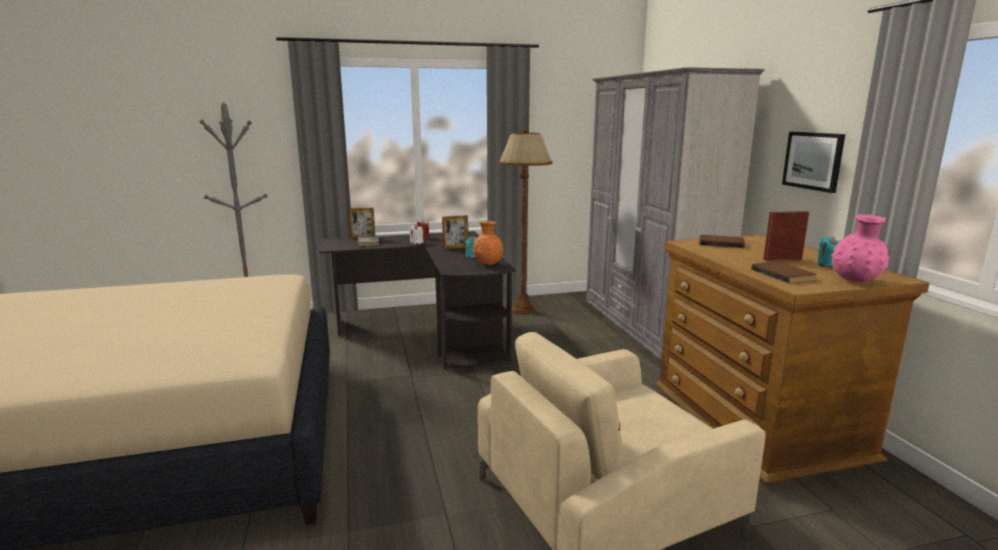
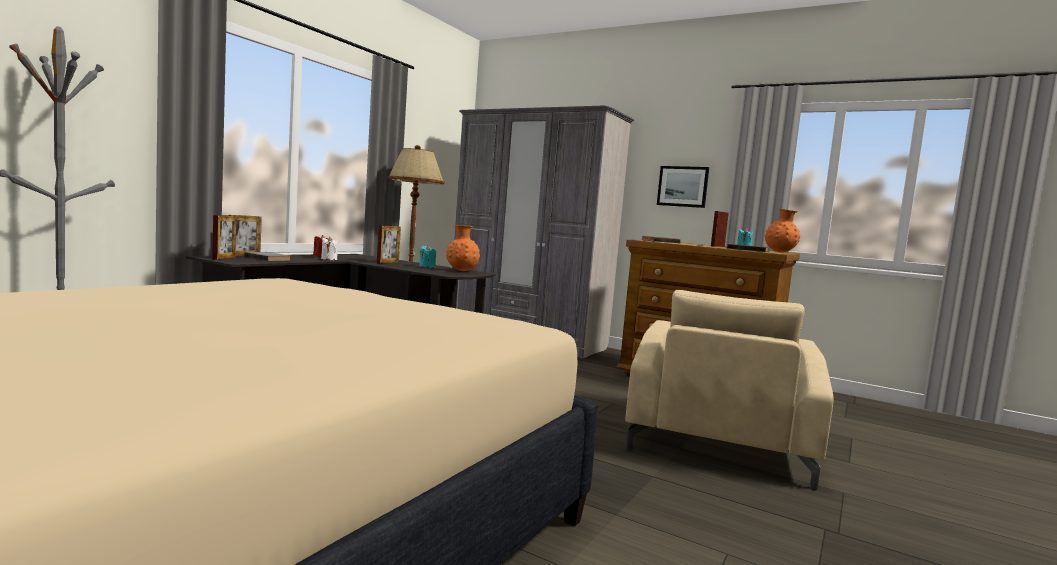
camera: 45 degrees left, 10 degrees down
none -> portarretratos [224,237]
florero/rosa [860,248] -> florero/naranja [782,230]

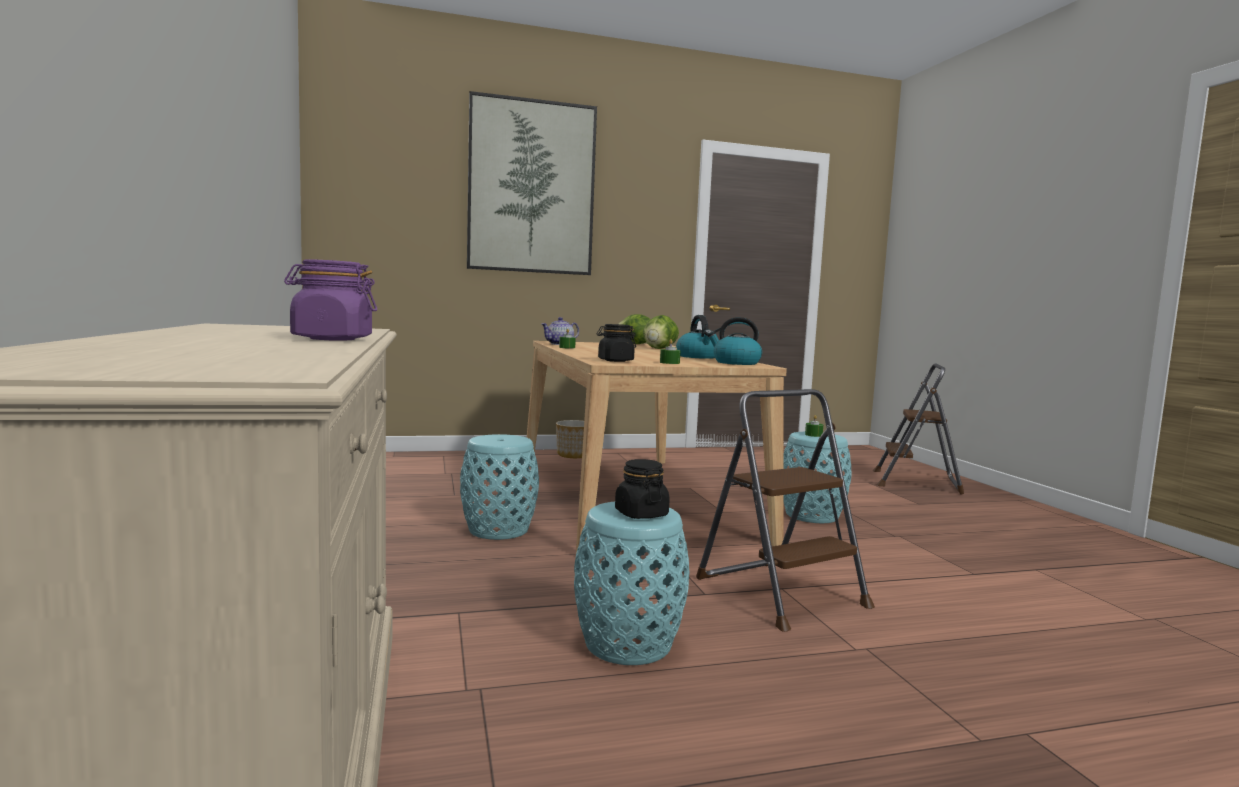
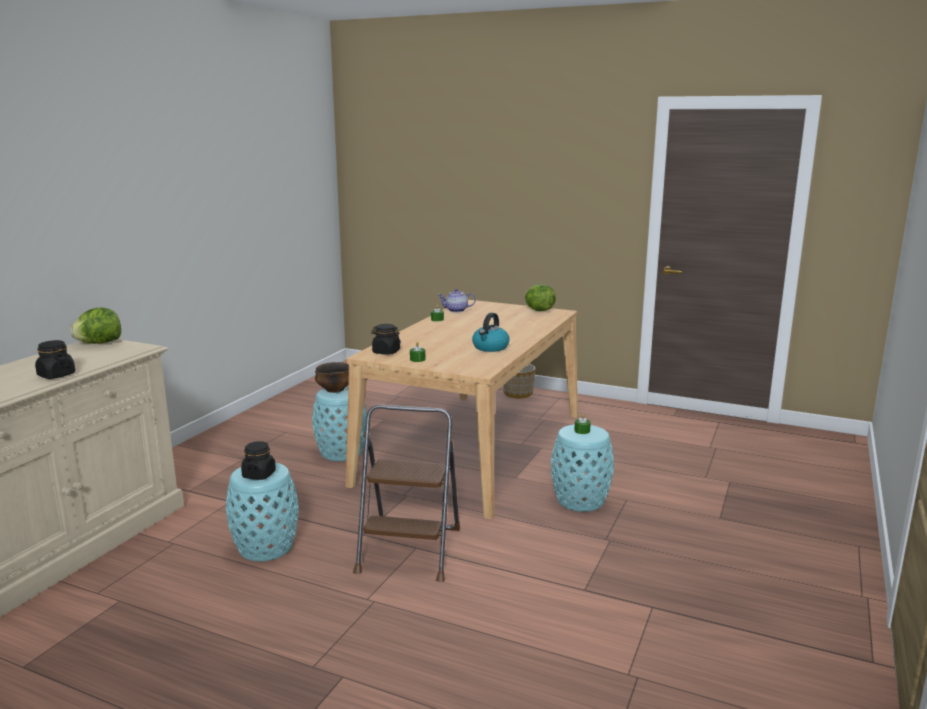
camera: 40 degrees right, 10 degrees up
cuadro [532,183] -> none
hervidor [734,341] -> none
escalera de tijera/marrón [918,428] -> none
none -> cuenco [332,377]
lechuga [661,332] -> lechuga [95,325], shifted
tarro/morado [330,299] -> tarro/negro [55,359]

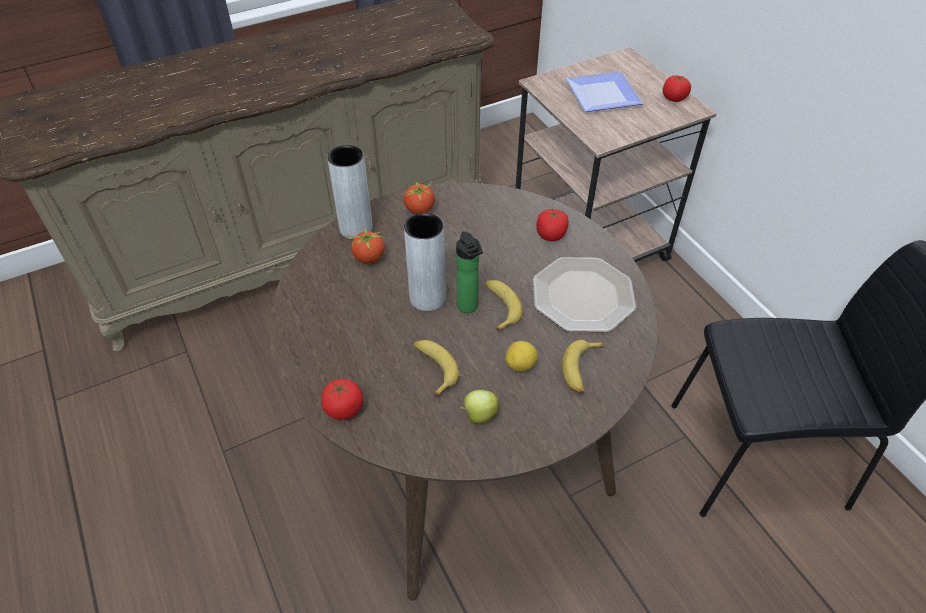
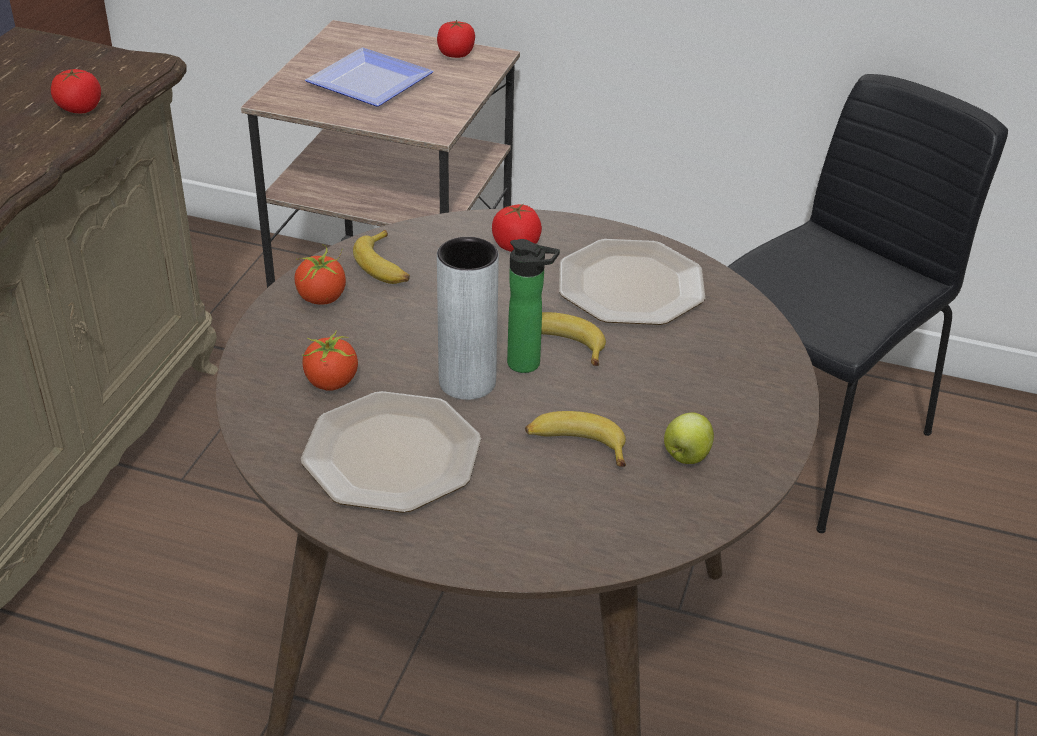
camera: 45 degrees left, 10 degrees down
florero/gris [350,192] -> none
limón [521,356] -> none
none -> plato [391,452]
tomate [342,399] -> tomate [76,91], shifted
plátano [583,367] -> plátano [381,257], shifted

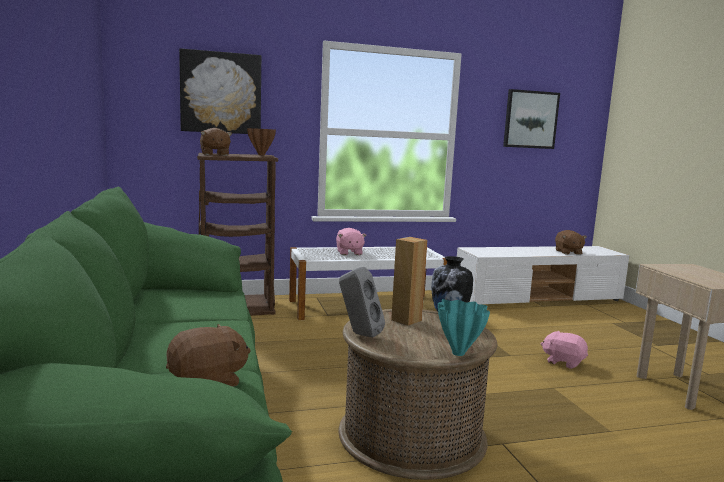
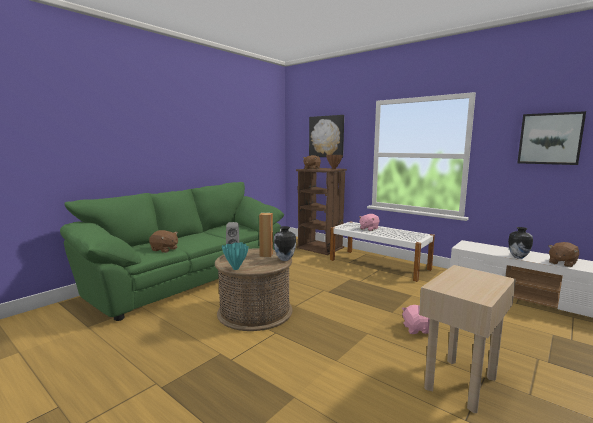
camera: 55 degrees right, 0 degrees up
none -> florero [520,243]

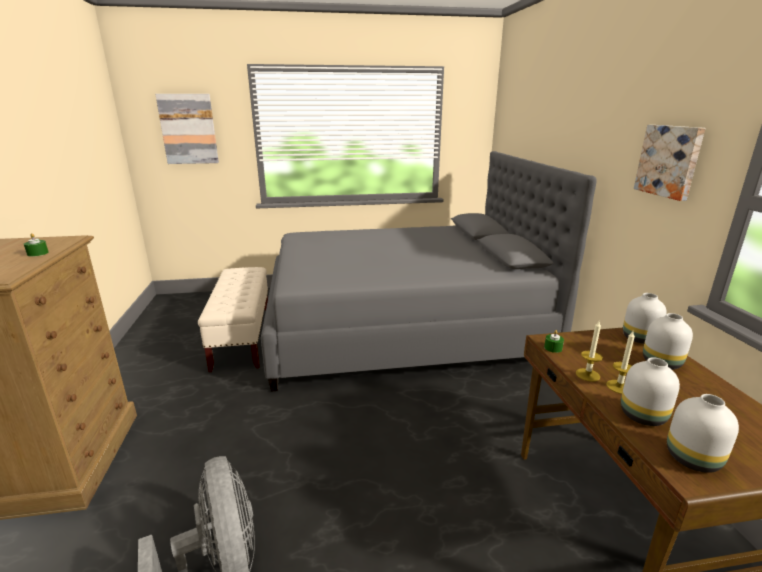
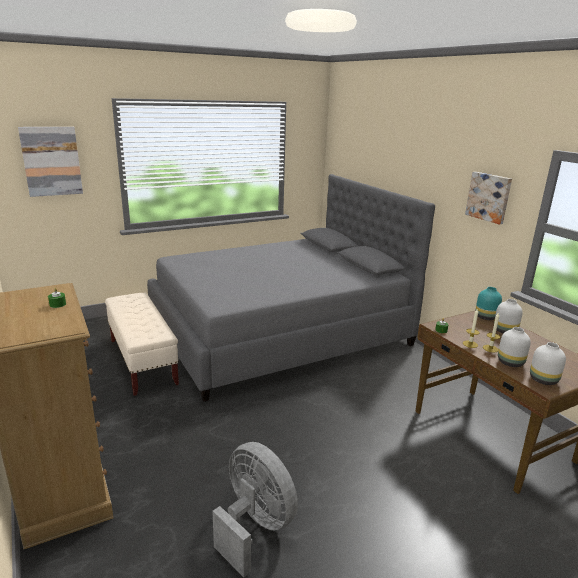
camera: 20 degrees left, 0 degrees up
florero/blanco [645,318] -> florero/turquesa [488,303]

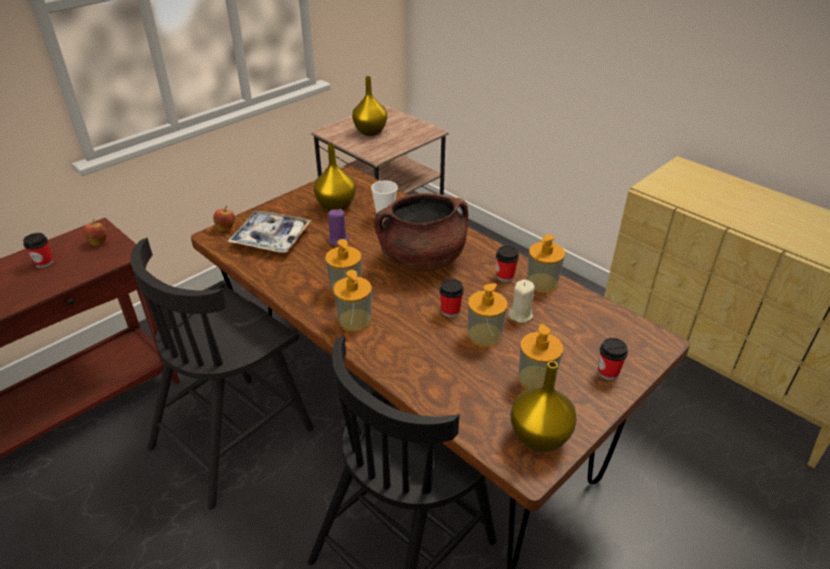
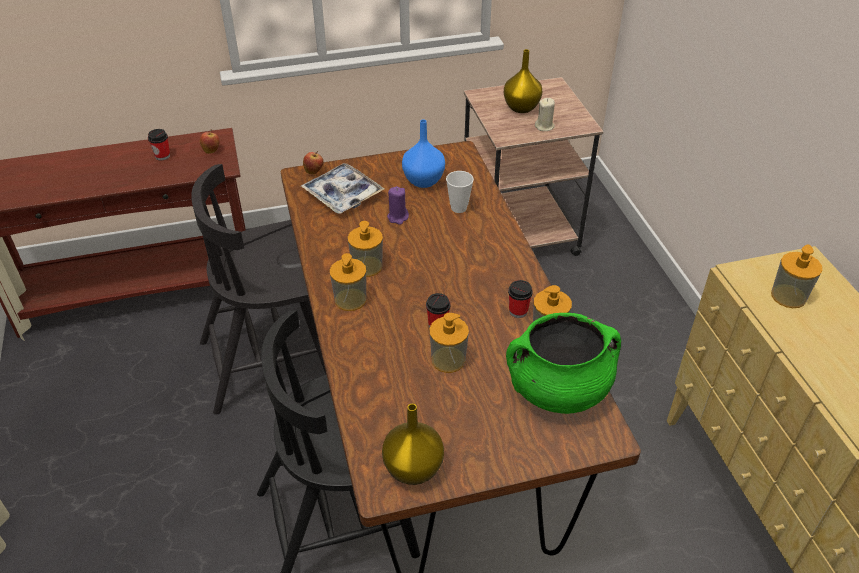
camera: 30 degrees right, 5 degrees up
olla/marrón [421,232] -> none
taza [613,359] -> none
none -> olla/verde [563,363]
vela/beis [521,301] -> vela/beis [545,114], shifted
dispensador de jabón [541,357] -> dispensador de jabón [796,276], shifted
florero/amarillo [334,177] -> florero/azul [423,153]

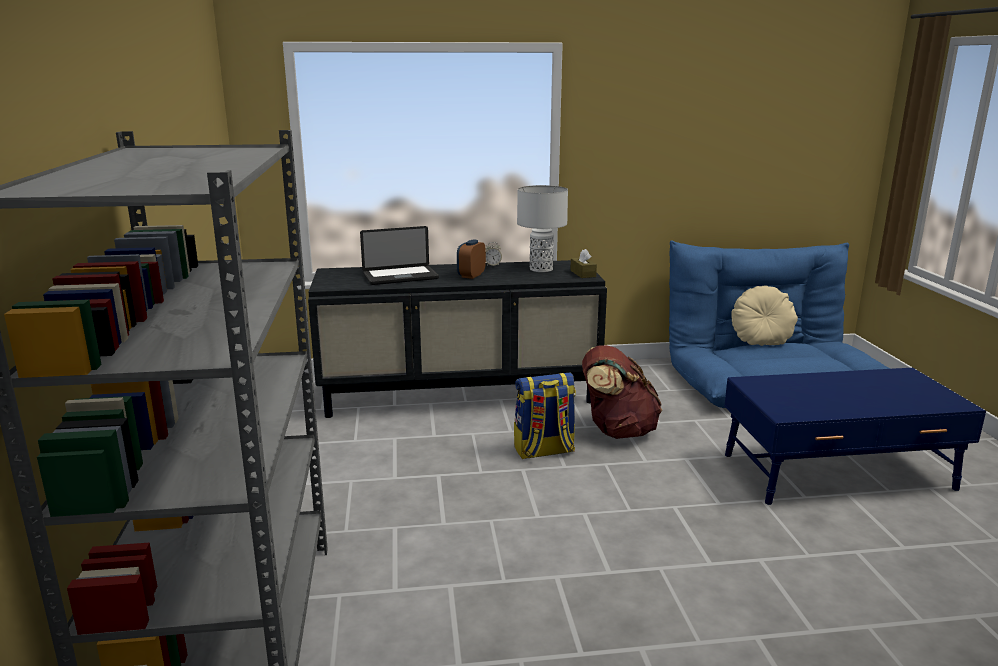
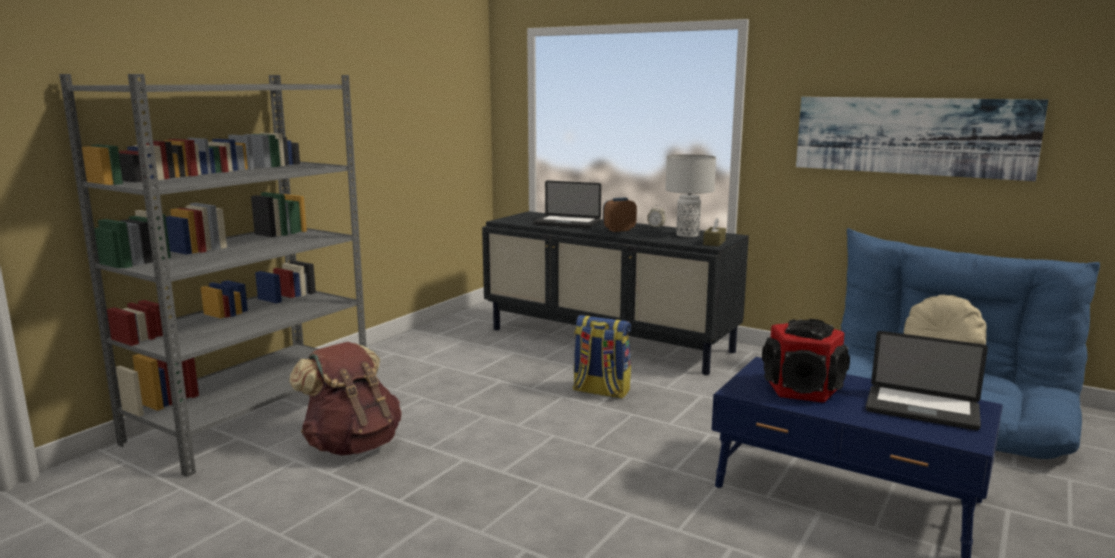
camera: 40 degrees right, 5 degrees down
none -> altavoz [806,361]
none -> cuadro [922,139]
none -> portátil [927,380]
mochila/marrón [622,392] -> mochila/marrón [345,399], shifted

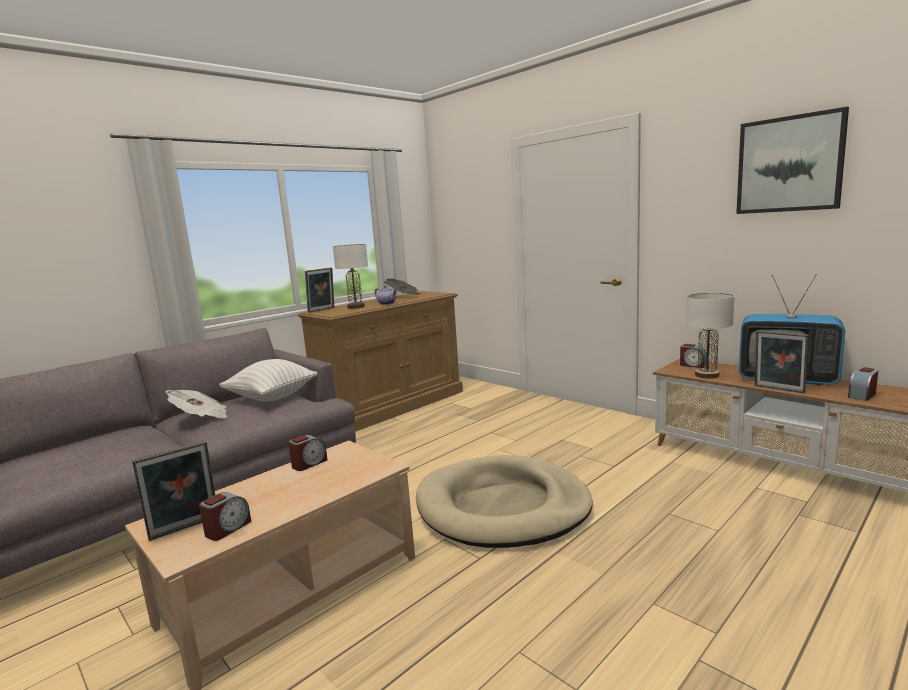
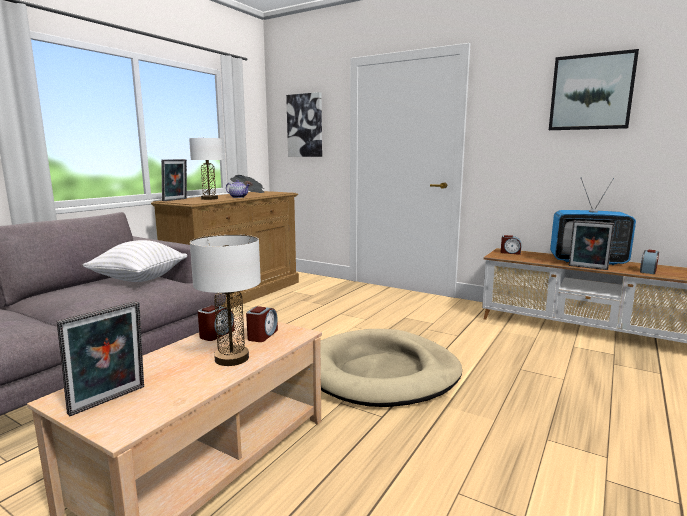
camera: 15 degrees left, 0 degrees up
periódico [196,404] -> none
none -> cuadro [304,124]
despertador [225,516] -> despertador [262,324], shifted
lámpara de mesa [710,336] -> lámpara de mesa [225,300], shifted

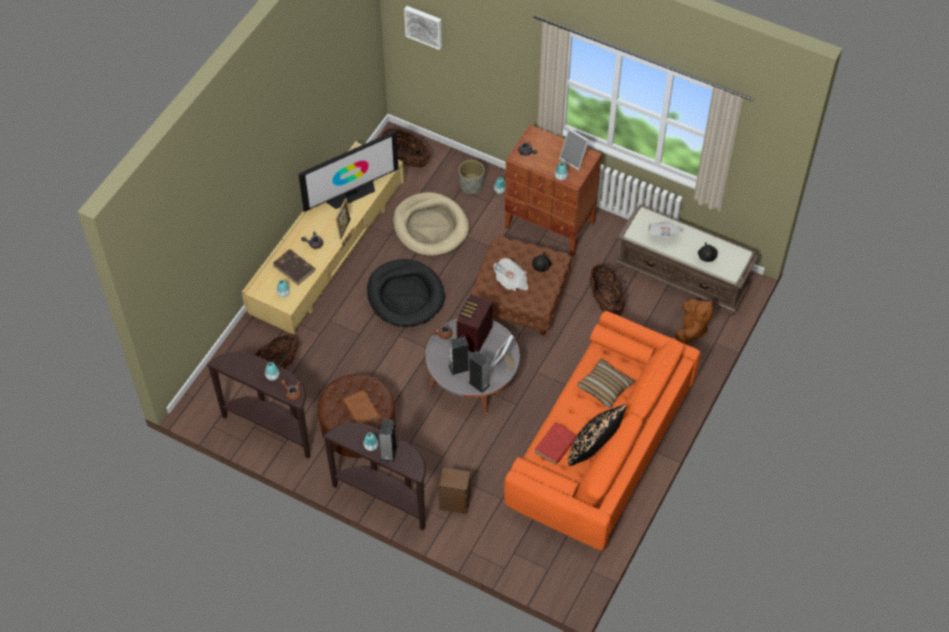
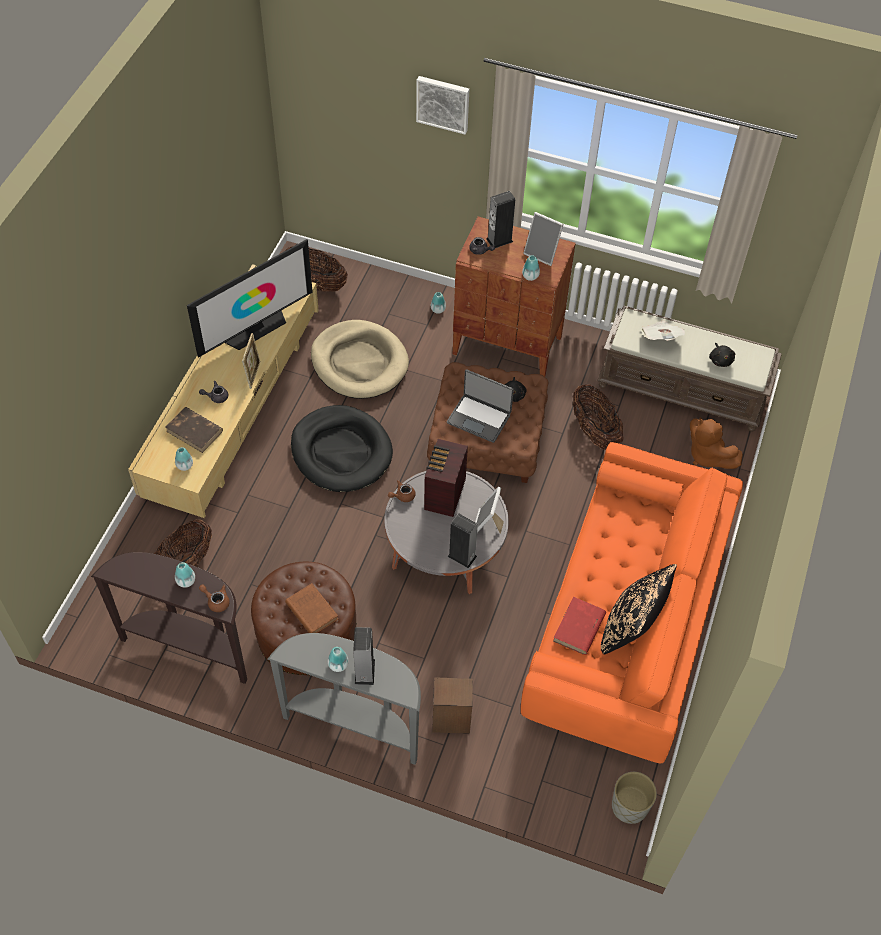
camera: 10 degrees left, 0 degrees up
cojín [606,383] -> none
cuadro [423,28] -> cuadro [442,105], shifted
altavoz [459,355] -> altavoz [500,219], shifted
maceta/gris [472,177] -> maceta/gris [634,798], shifted
periódico [510,274] -> portátil [480,406]
mesa consola/marrón [374,476] -> mesa consola/gris [344,699]
peluche/marrón [694,321] -> peluche/marrón [716,443], 135 degrees clockwise

